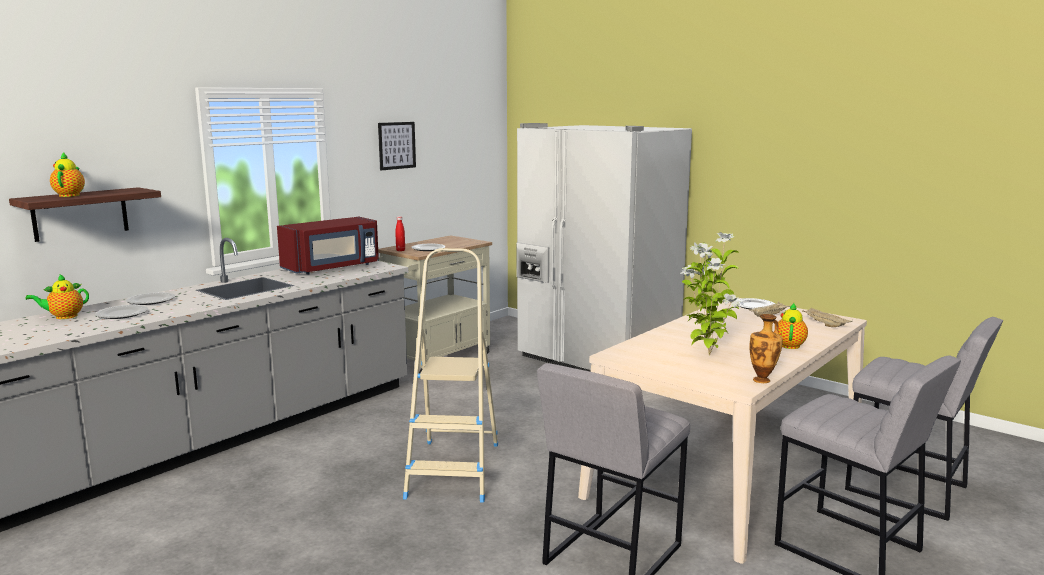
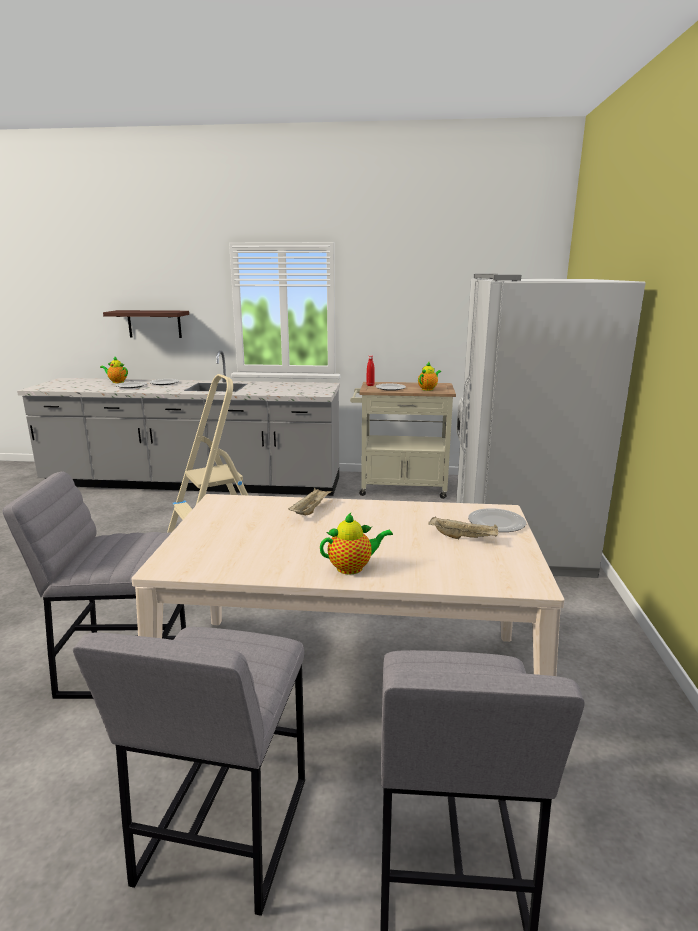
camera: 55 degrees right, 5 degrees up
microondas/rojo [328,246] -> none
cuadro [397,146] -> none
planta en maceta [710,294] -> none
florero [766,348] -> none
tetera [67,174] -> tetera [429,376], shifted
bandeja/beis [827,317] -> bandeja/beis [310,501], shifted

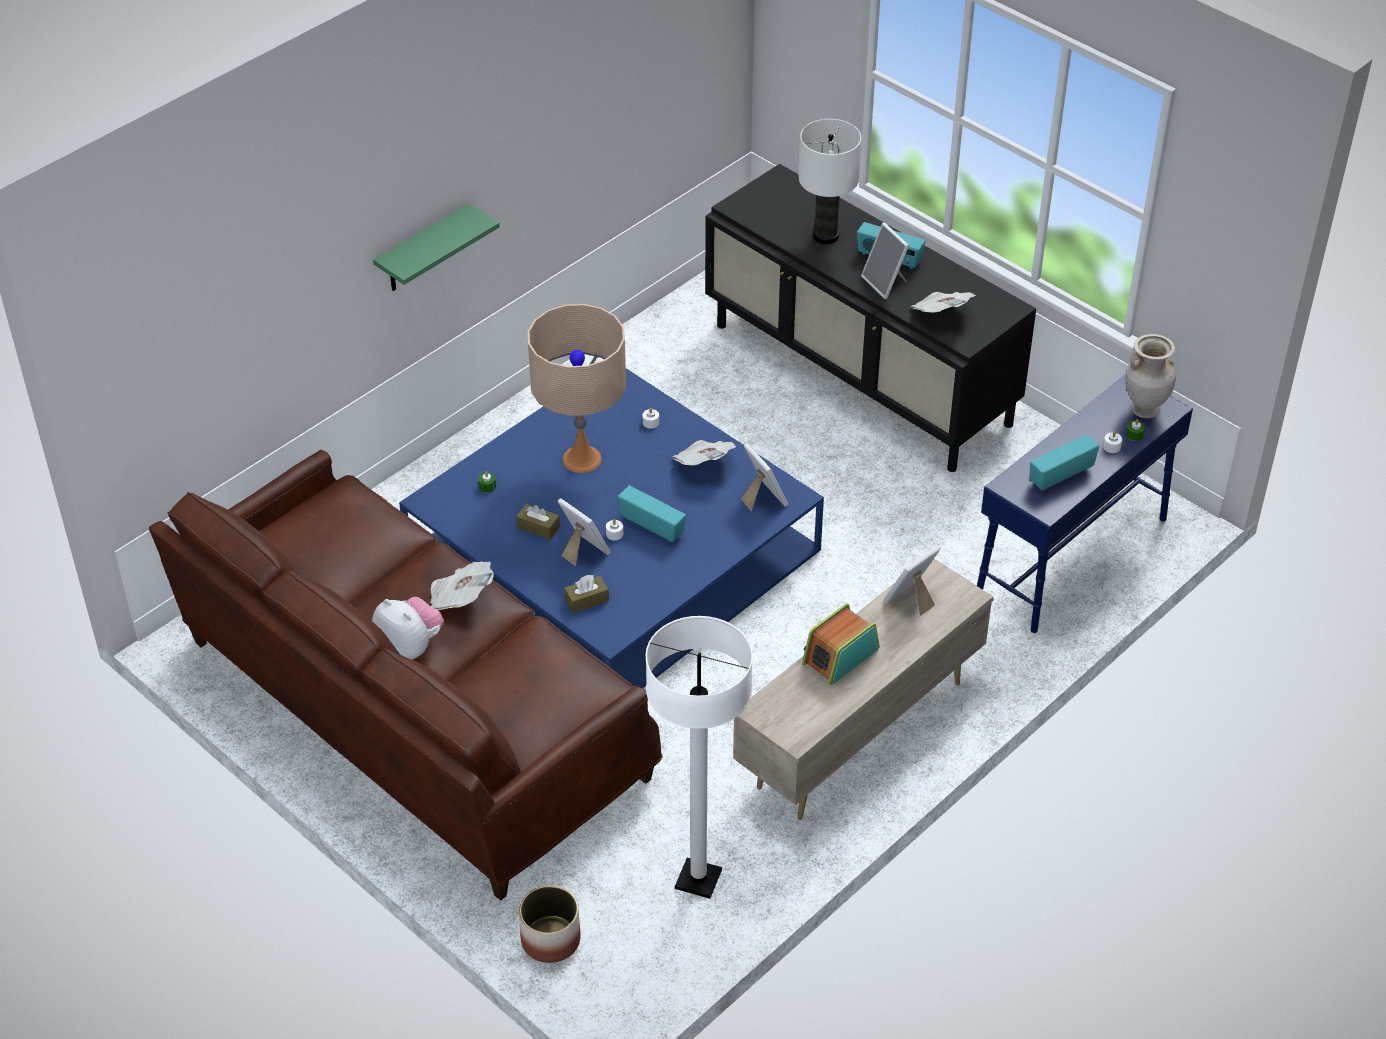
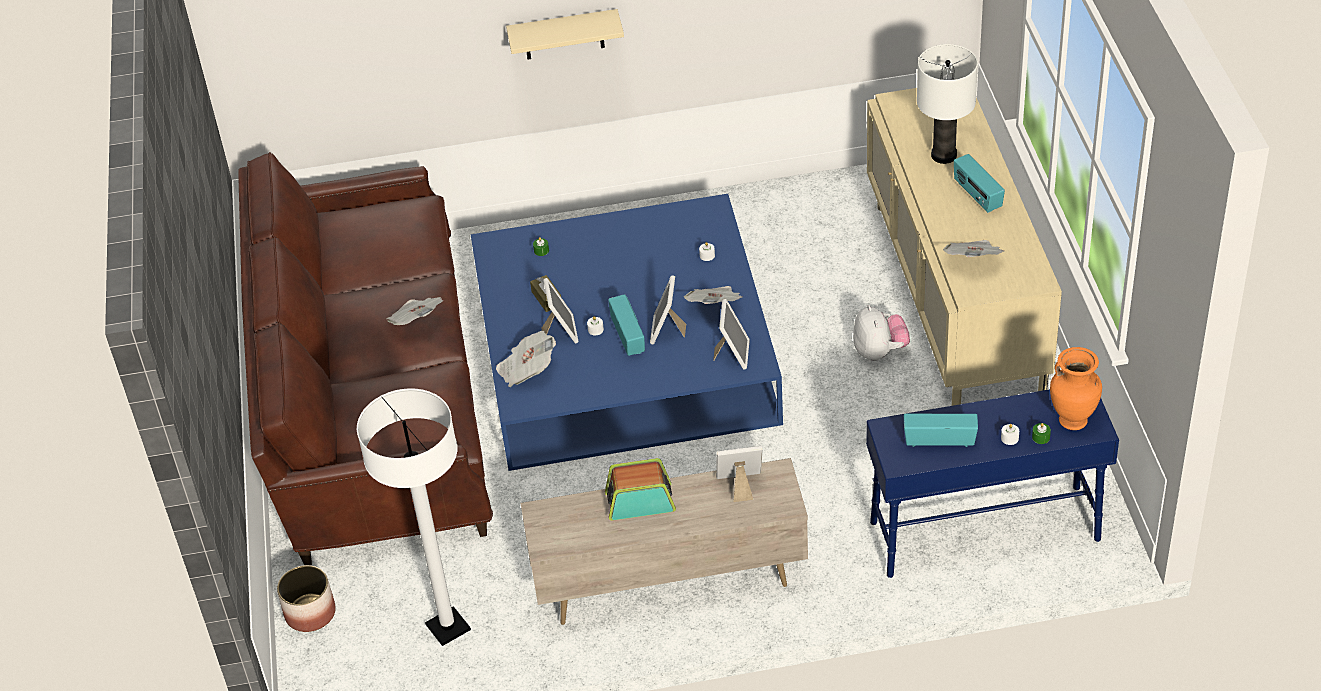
camera: 40 degrees right, 0 degrees up
lámpara de mesa/beis [577,388] -> none
peluche [408,628] -> peluche [881,333], shifted
portarretratos [885,261] -> portarretratos [668,309], shifted
caja de pañuelos/marrón [586,594] -> periódico [526,359]
estante/verde [436,247] -> estante/beis [565,34]
armario/negro [870,318] -> armario/beis [964,247]
florero/beis [1150,376] -> florero/naranja [1076,388]

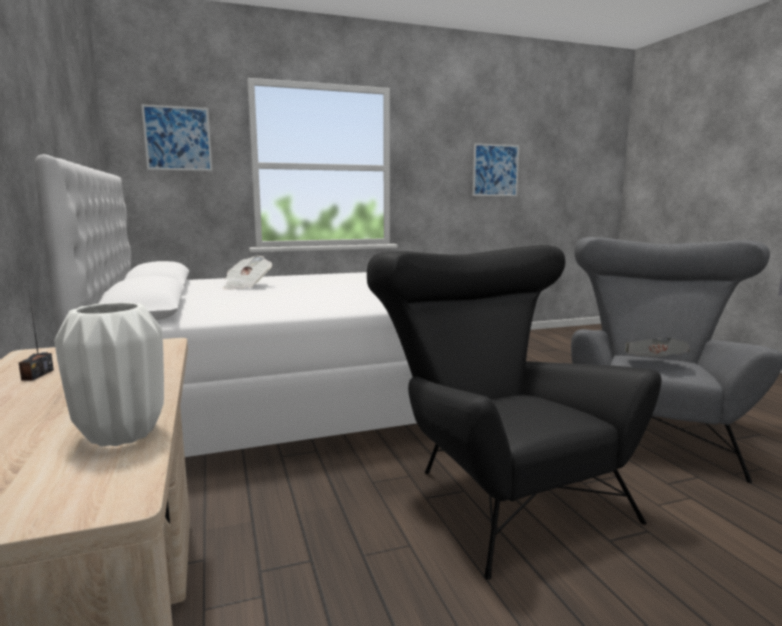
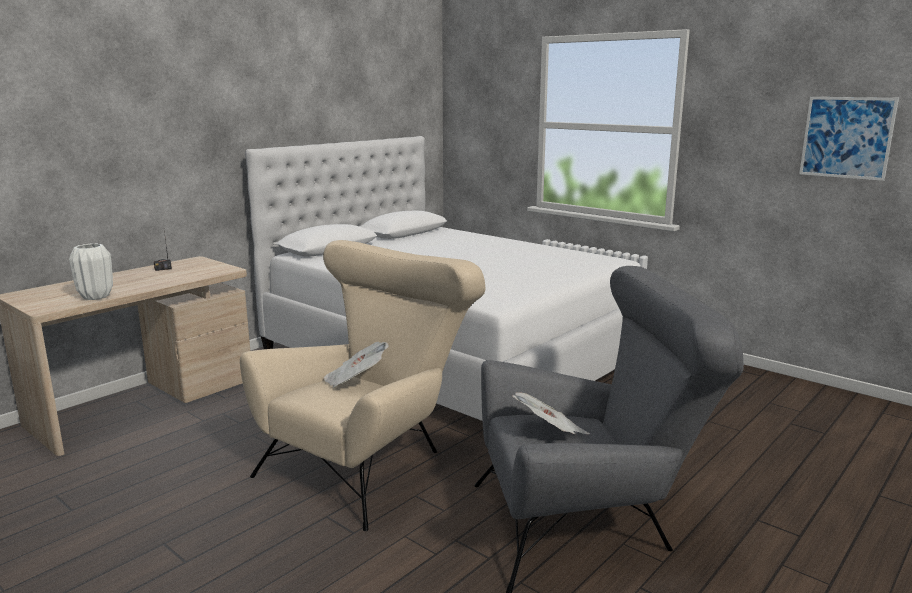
camera: 60 degrees right, 5 degrees up
cuadro [176,137] -> none
periódico [247,273] -> periódico [356,365], shifted
sillón/negro [514,412] -> sillón/beis [362,385]

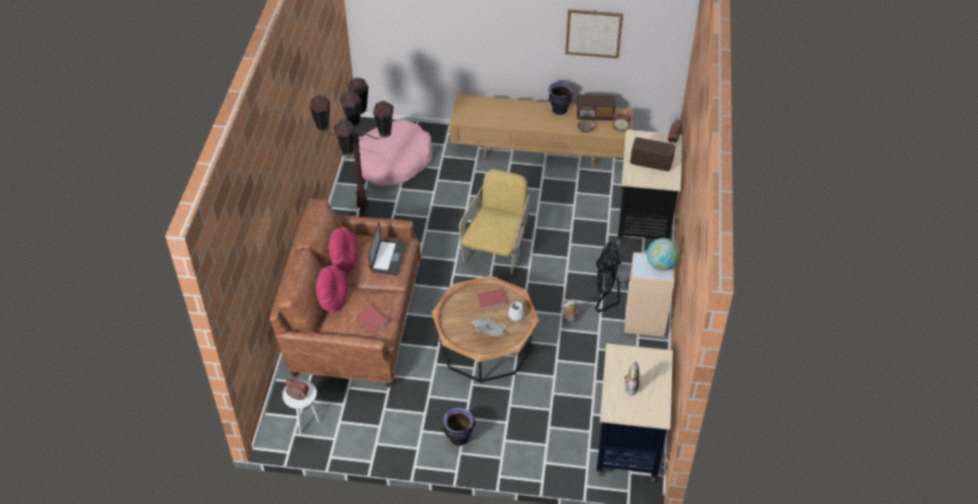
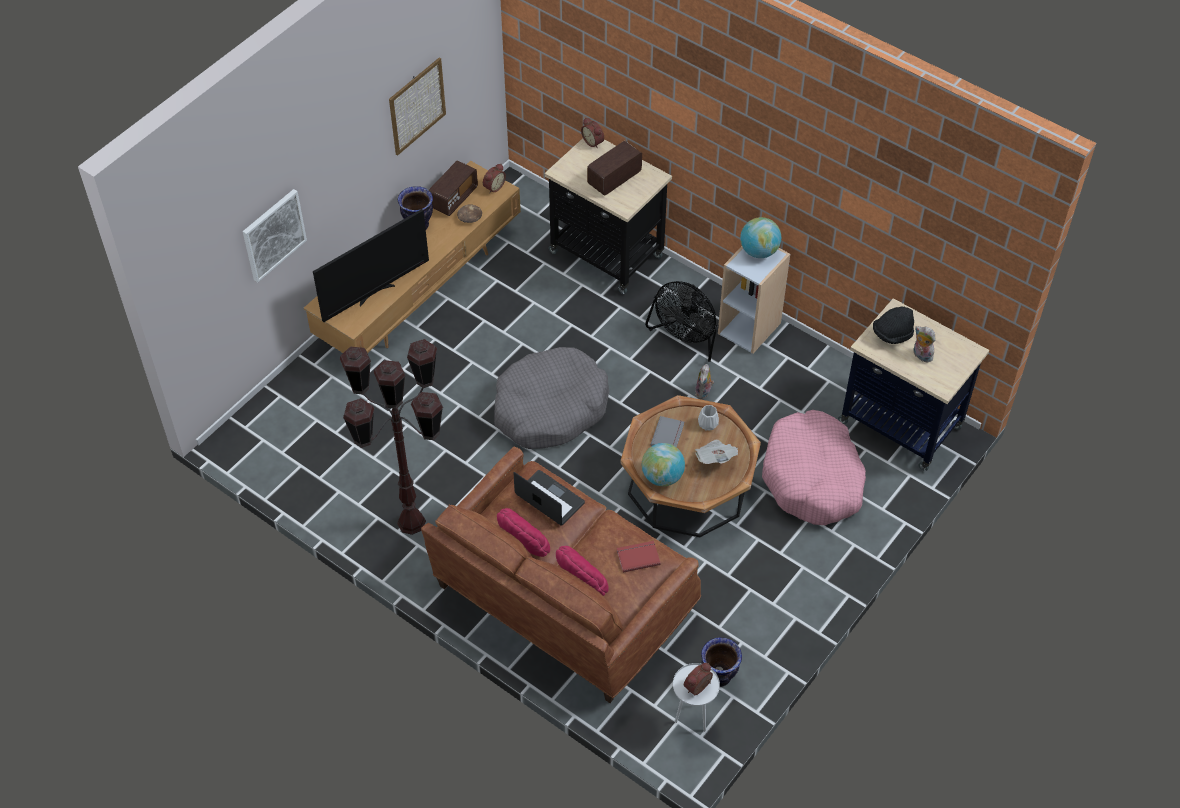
camera: 60 degrees left, 5 degrees up
none -> cuadro [275,235]
none -> televisor [371,265]
none -> globo terráqueo [663,464]
none -> sombrero/negro [893,325]
cama para perro/rosa [396,153] -> cama para perro/rosa [814,467], shifted
florero [458,426] -> florero [721,662], shifted
sillón/amarillo [494,222] -> cama para perro/gris [551,398]
libro/rojo [491,299] -> libro/gris [667,431]

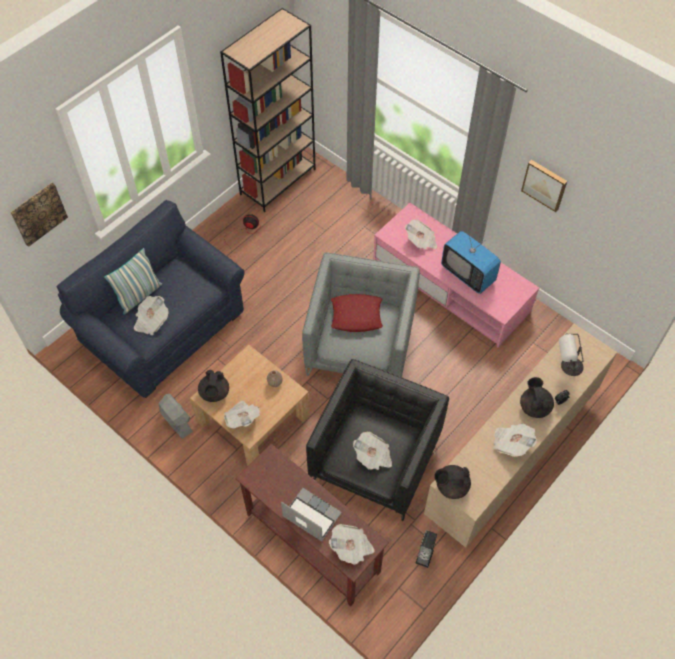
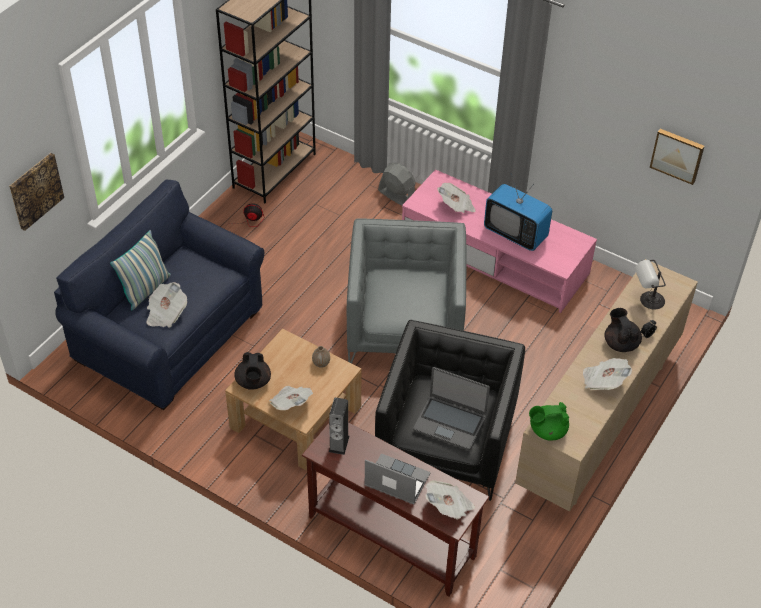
camera: 10 degrees left, 10 degrees down
cojín/rojo [357,313] -> none
ventilador/gris [176,416] -> ventilador/gris [397,184], shifted
altavoz [426,549] -> altavoz [339,426], shifted
cuadro [544,186] -> cuadro [677,157], shifted
periódico [372,451] -> portátil [451,408]
tetera/negro [452,482] -> tetera/verde [549,421]

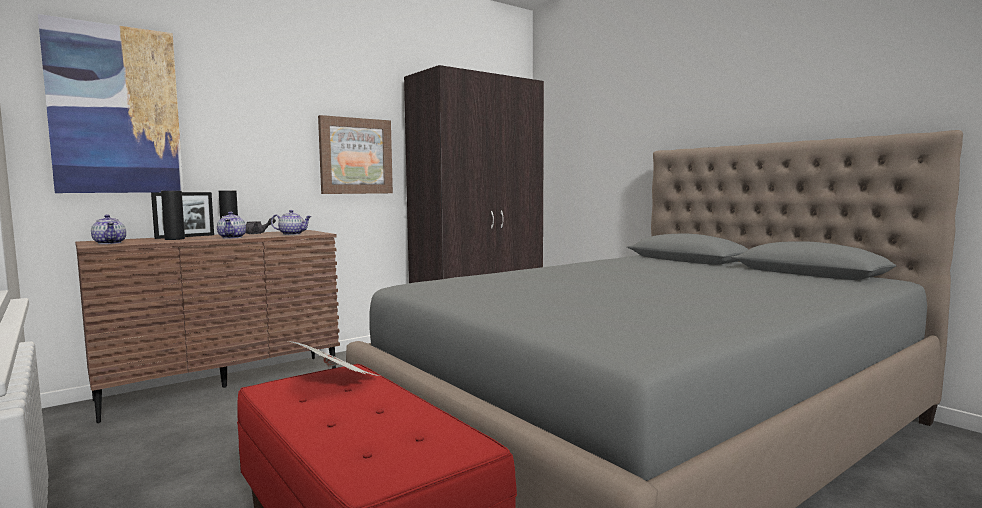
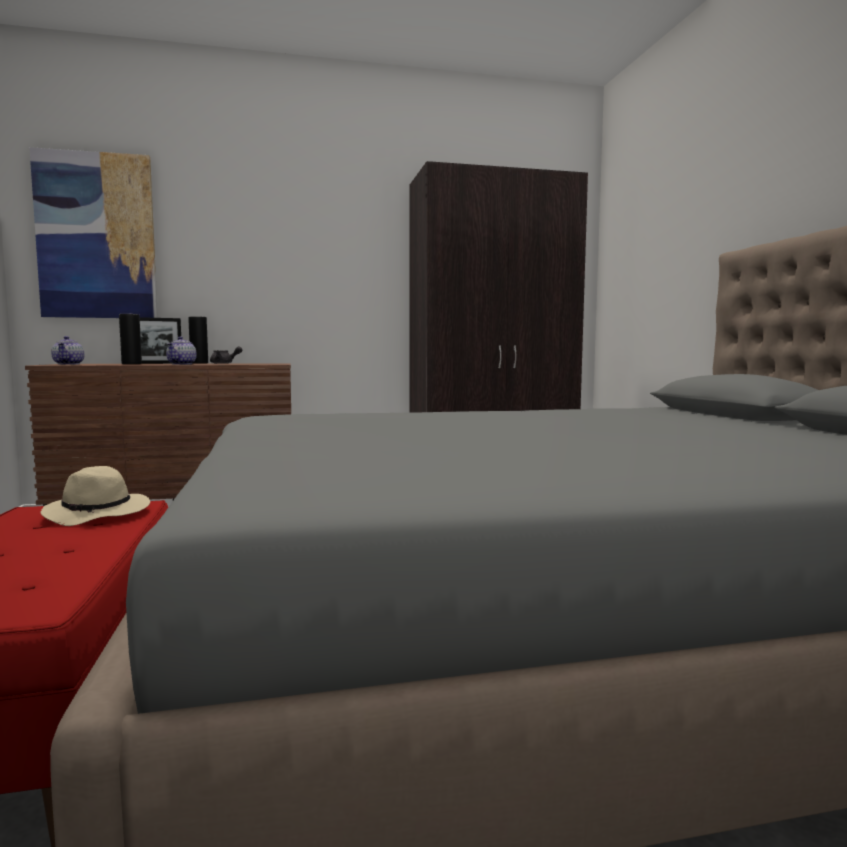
camera: 25 degrees right, 0 degrees up
tetera [291,222] -> none
cuadro [355,154] -> none
periódico [334,358] -> sombrero/beis [95,496]

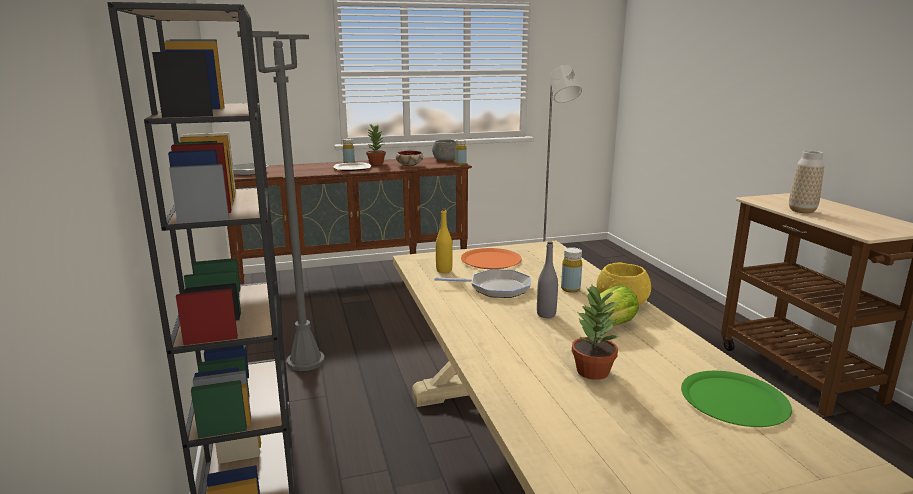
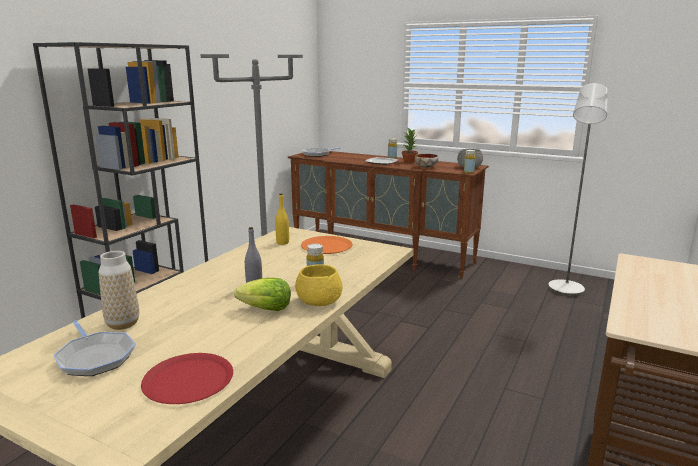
camera: 45 degrees right, 0 degrees up
planta en maceta [595,332] -> none
sartén [482,283] -> sartén [94,348], shifted
florero [806,182] -> florero [119,290], shifted
plato/verde [736,399] -> plato/rojo [187,378]

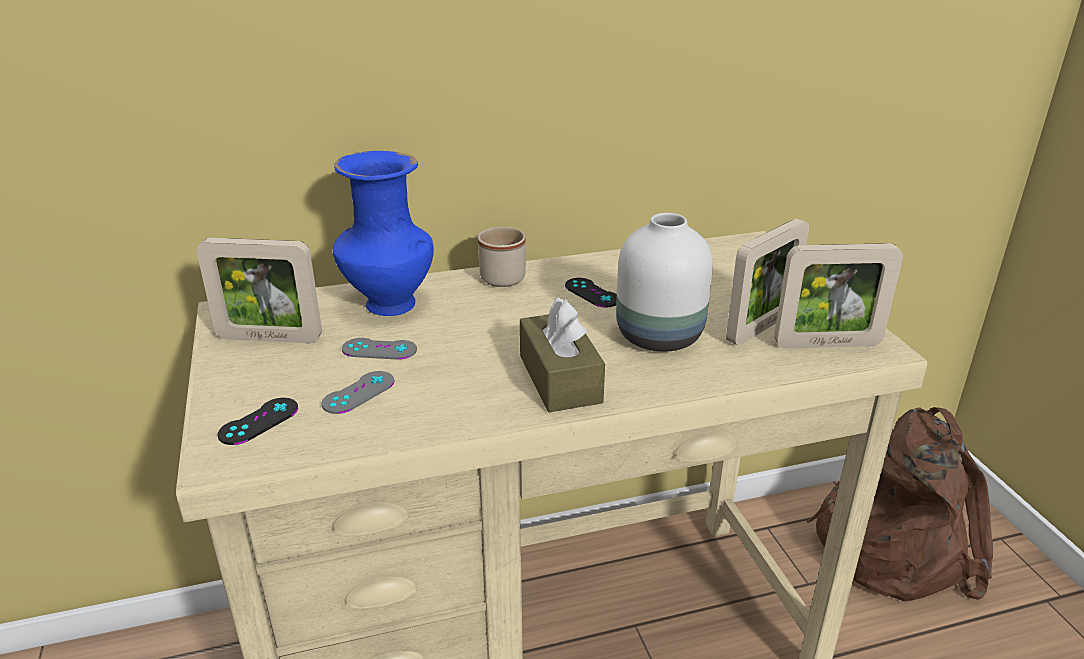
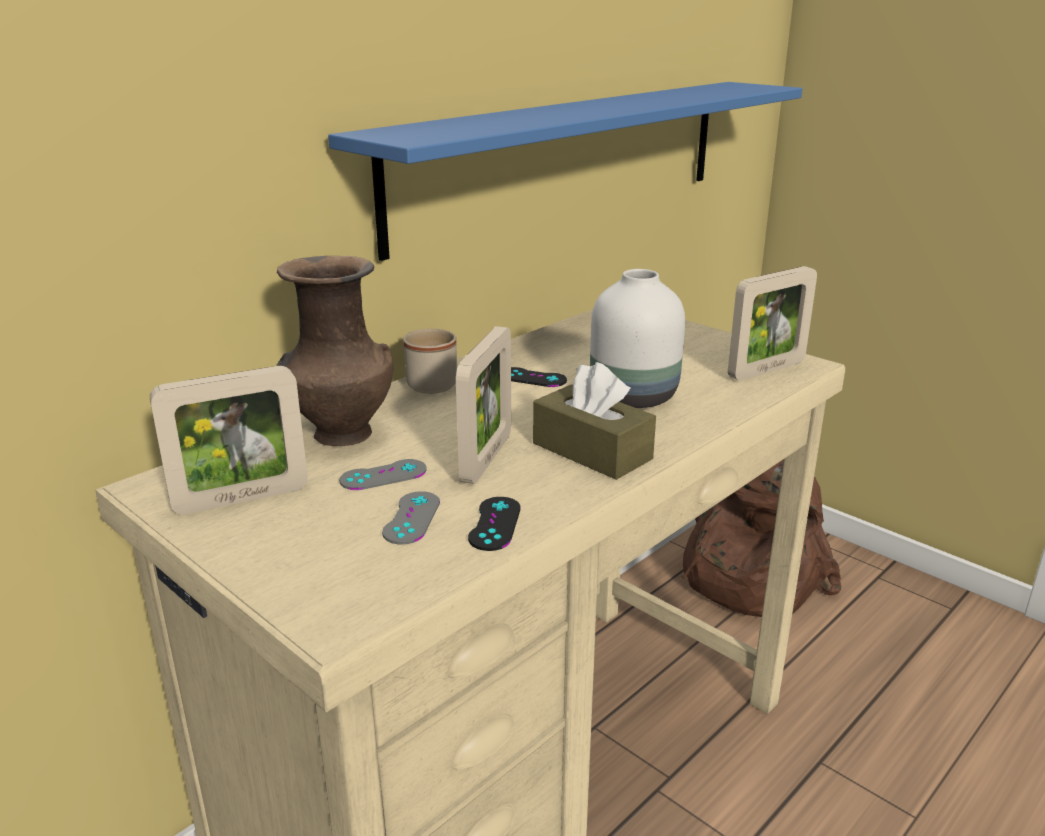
camera: 30 degrees left, 5 degrees down
none -> estante/azul [565,171]
mando de consola/negro [258,421] -> mando de consola/negro [494,524], shifted
portarretratos [767,281] -> portarretratos [483,405], shifted
florero/azul [383,233] -> florero/marrón [334,351]

